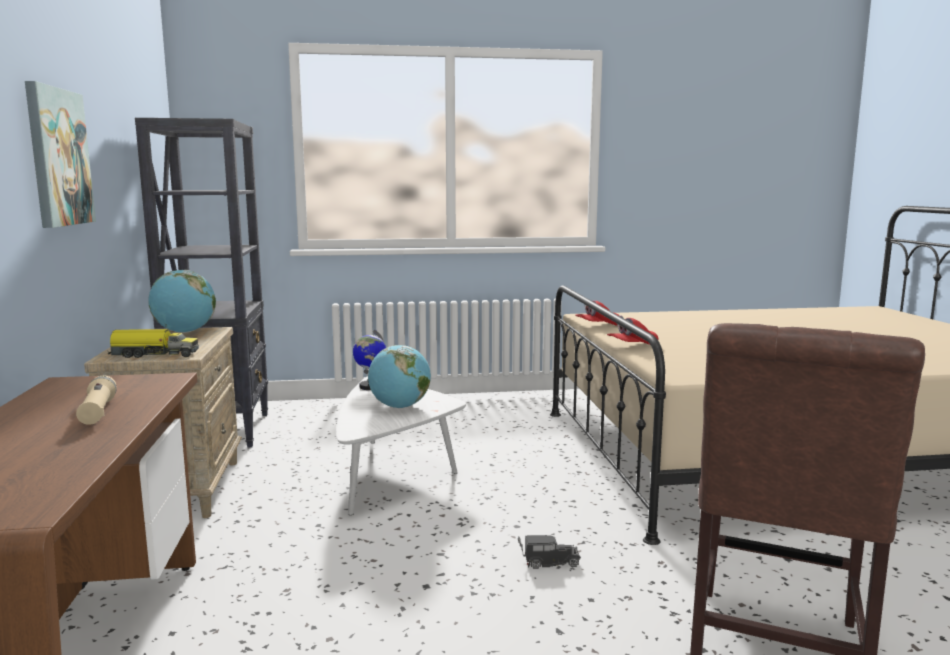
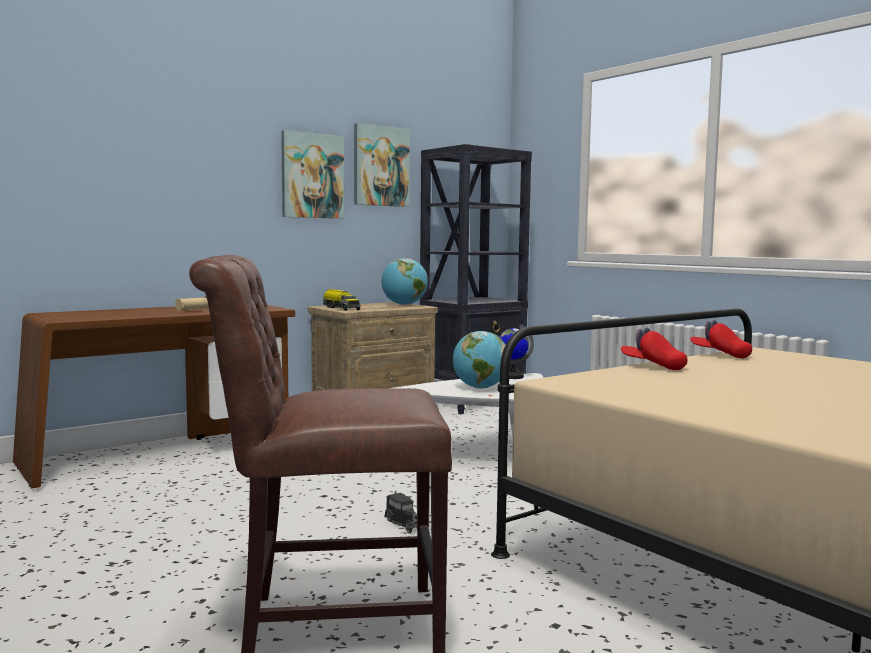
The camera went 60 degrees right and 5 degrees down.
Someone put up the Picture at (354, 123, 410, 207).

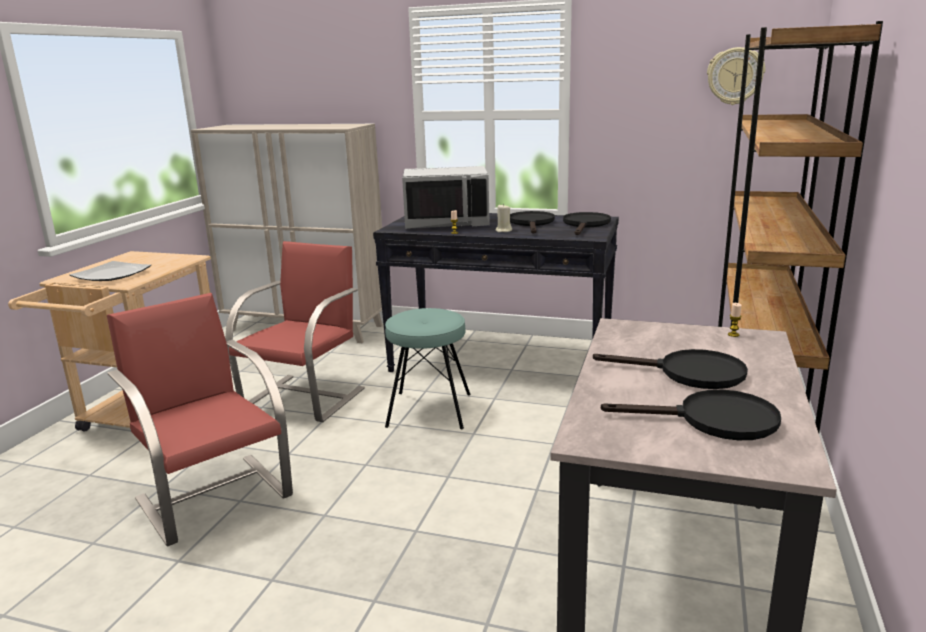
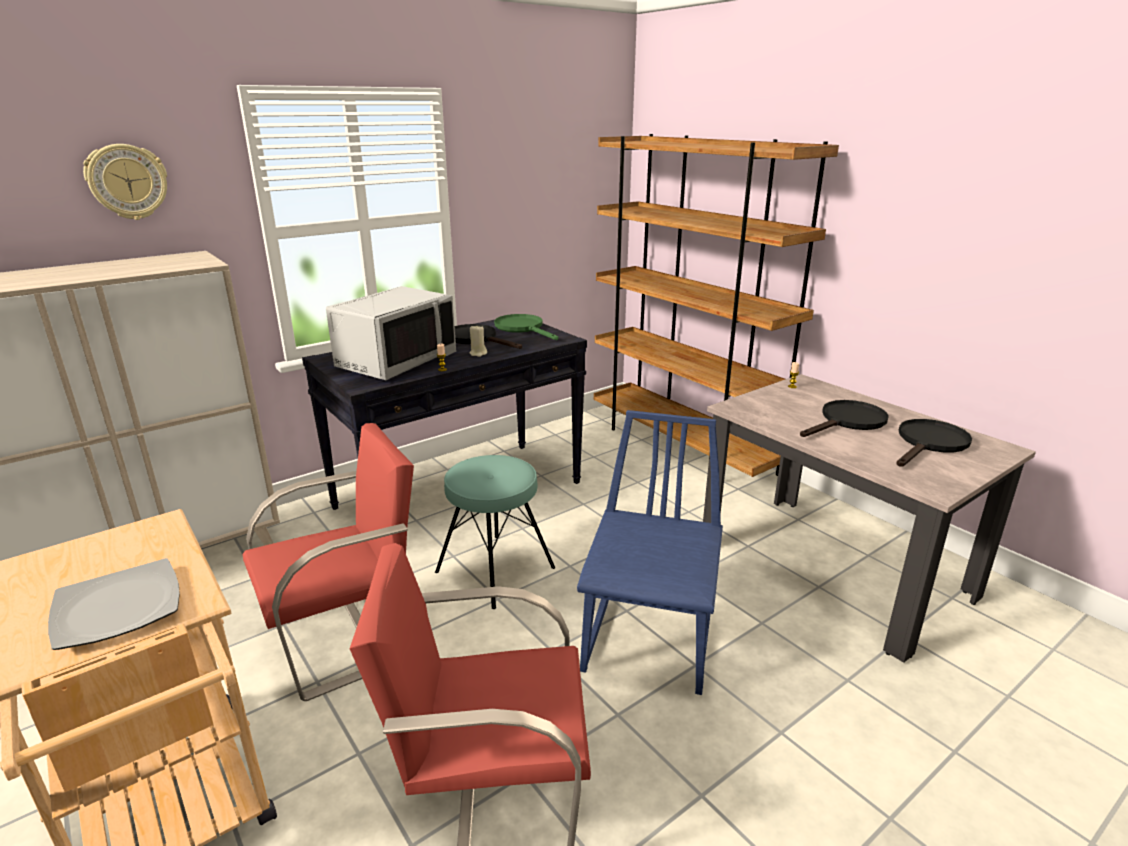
The camera went 55 degrees left and 5 degrees up.
Someone carried the WallClock from (707, 47, 765, 105) to (83, 144, 167, 220).
Someone repainted the BlackFryingPan at (563, 212, 611, 235), which became the GreenFryingPan at (494, 314, 559, 340).
Someone rotated the RedChair at (225, 241, 365, 422) by 90 degrees clockwise.
Someone put down the BlueChair at (577, 410, 723, 695).

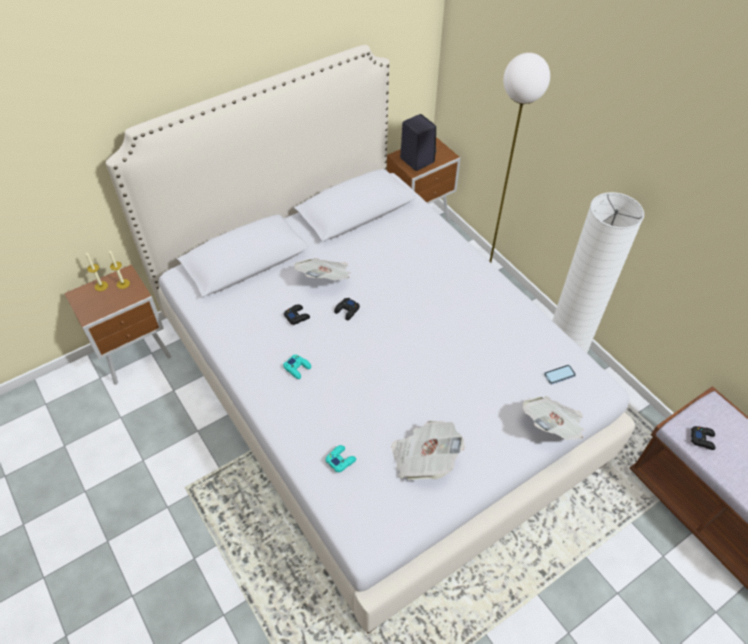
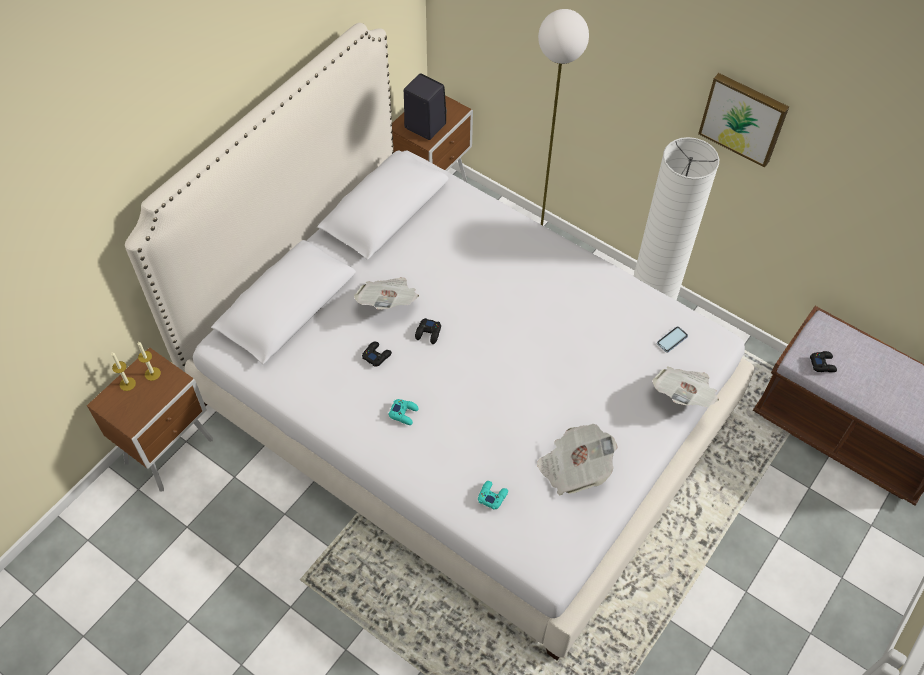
The camera went 20 degrees left and 5 degrees up.
Someone put up the Picture at (698, 73, 789, 167).

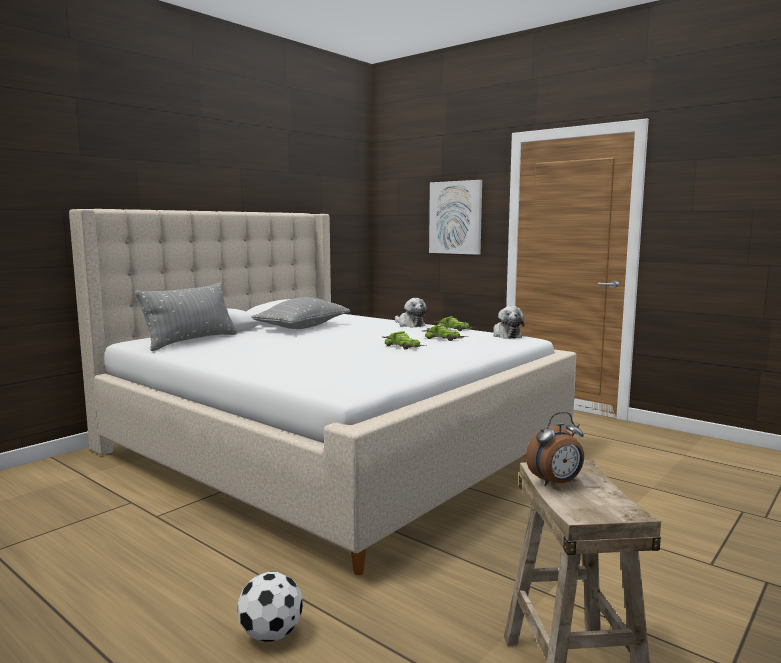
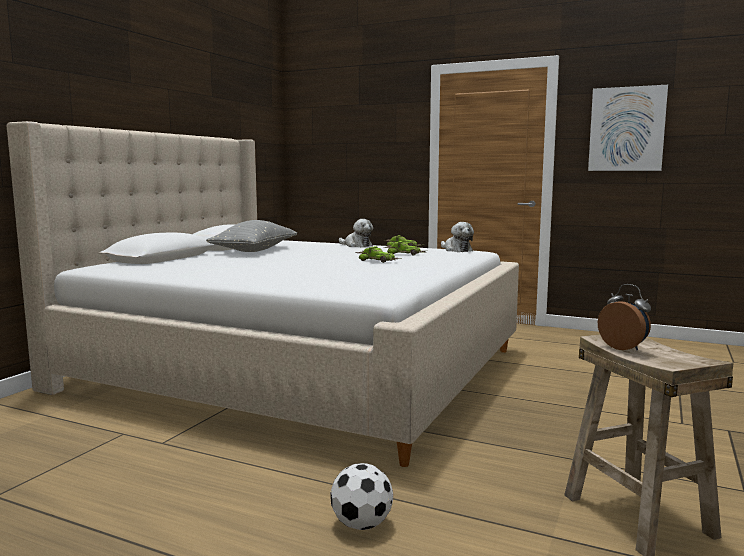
The camera went 15 degrees left and 0 degrees up.
Someone carried the Picture from (429, 180, 482, 255) to (588, 85, 668, 171).
Someone took away the GreyPillow at (135, 282, 237, 351).
Someone rotated the AlarmClock at (526, 412, 584, 486) by 90 degrees counterclockwise.

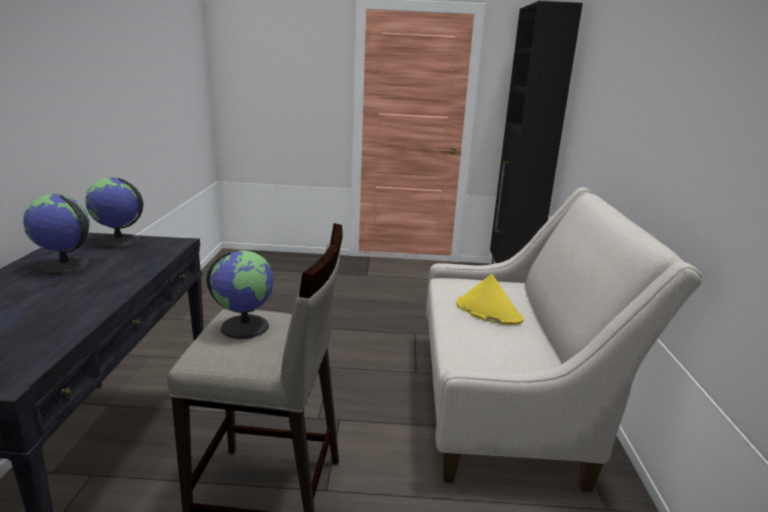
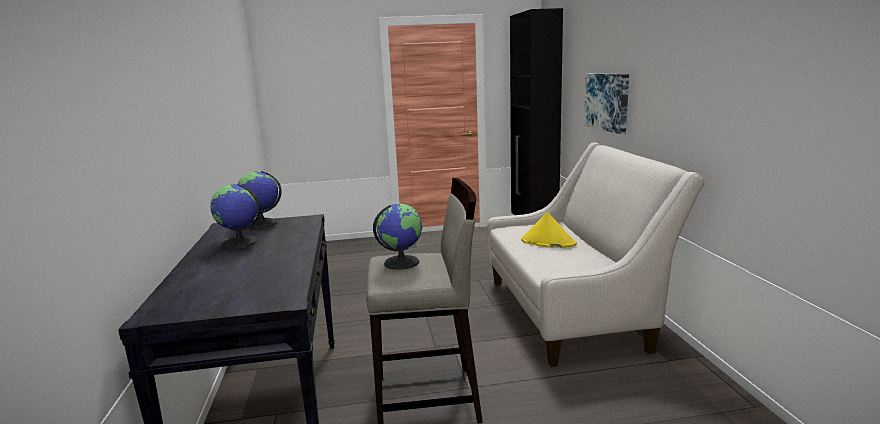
The camera went 10 degrees left and 5 degrees down.
Someone put up the Picture at (584, 73, 629, 134).

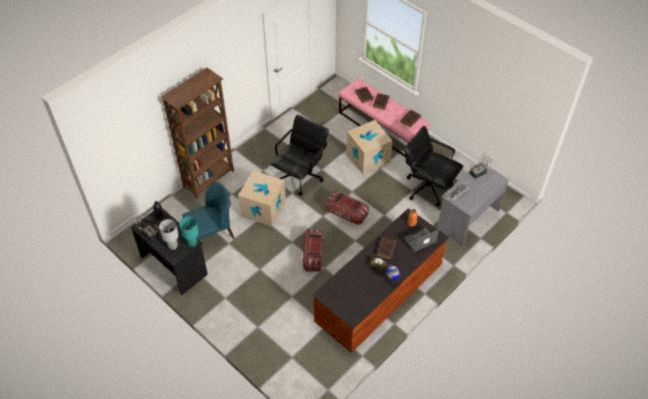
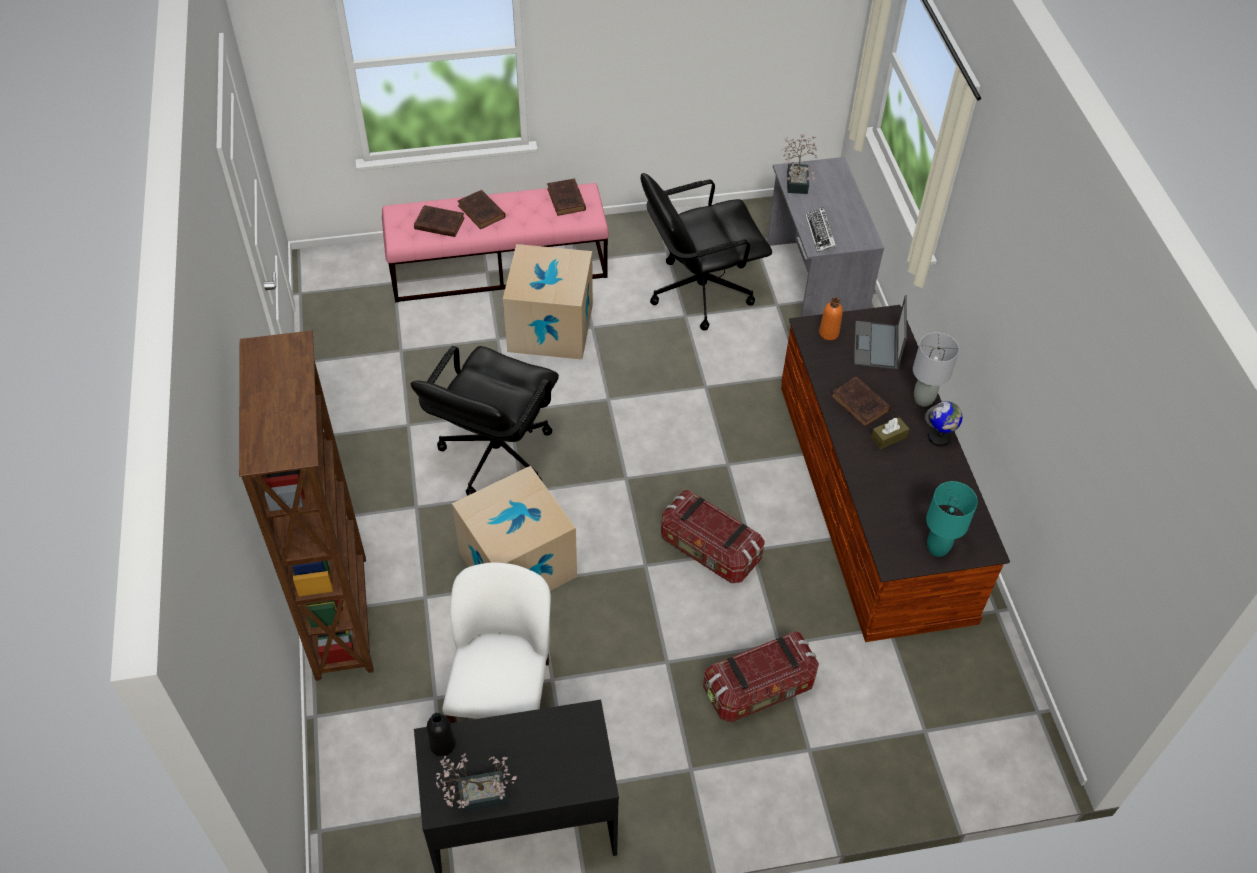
The camera went 55 degrees left and 0 degrees up.
Someone rotated the BlackOfficeChair at (271, 115, 329, 196) by 135 degrees counterclockwise.
Someone repainted the BlueChair at (182, 182, 235, 240), which became the WhiteChair at (442, 562, 551, 723).
Someone carried the StorageBox from (327, 191, 369, 225) to (703, 632, 819, 722).
Someone carried the TurquoiseTableLamp from (179, 216, 199, 247) to (926, 481, 978, 557).
Someone carried the GreyTableLamp from (159, 219, 179, 250) to (913, 332, 959, 407).

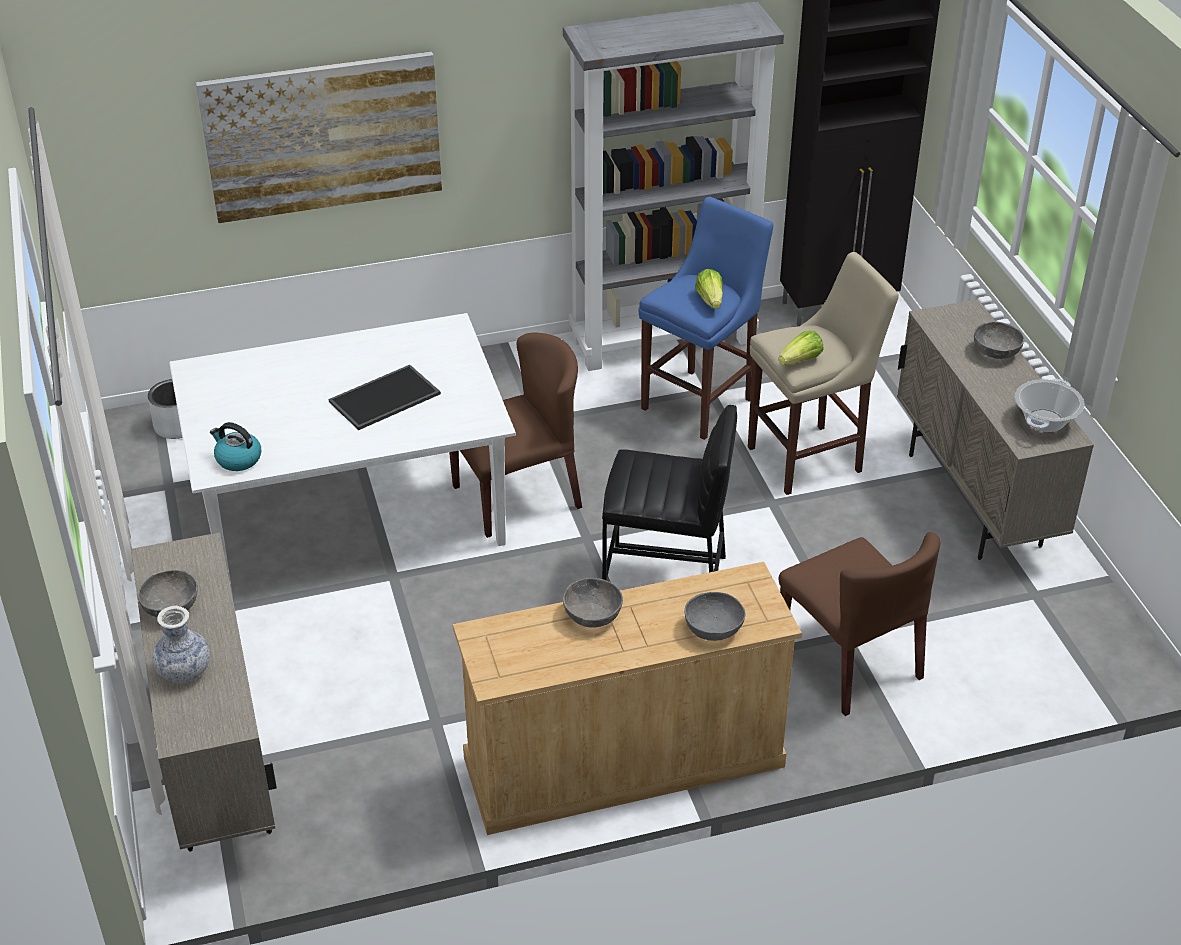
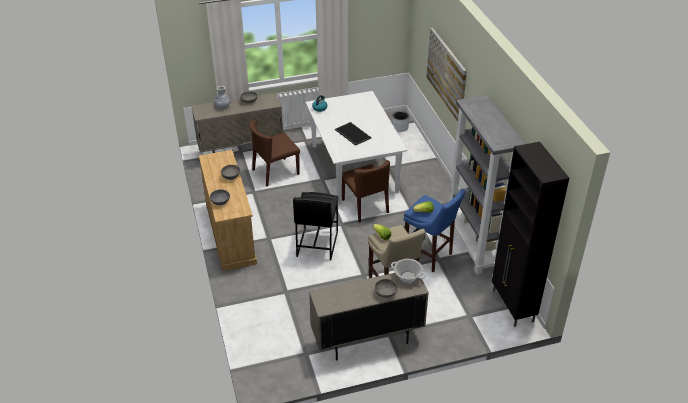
The camera went 90 degrees right and 0 degrees up.
Someone carried the CookingPot from (1015, 379, 1085, 432) to (391, 259, 426, 283).
Someone carried the BrownChair from (779, 532, 940, 716) to (249, 120, 300, 187).

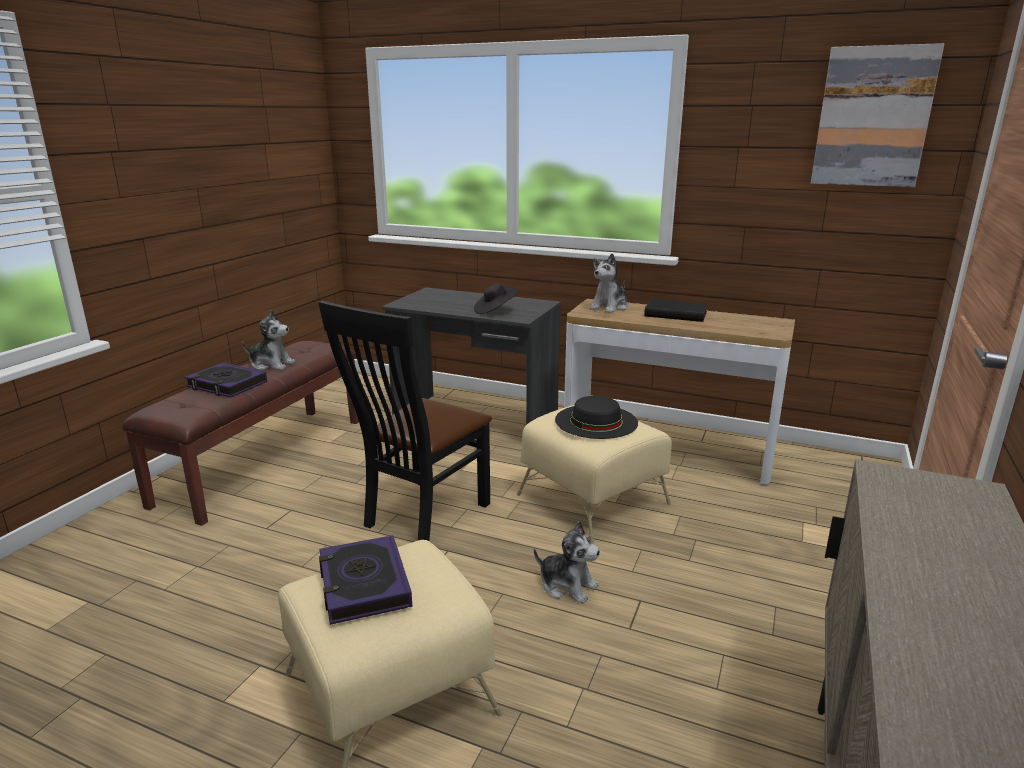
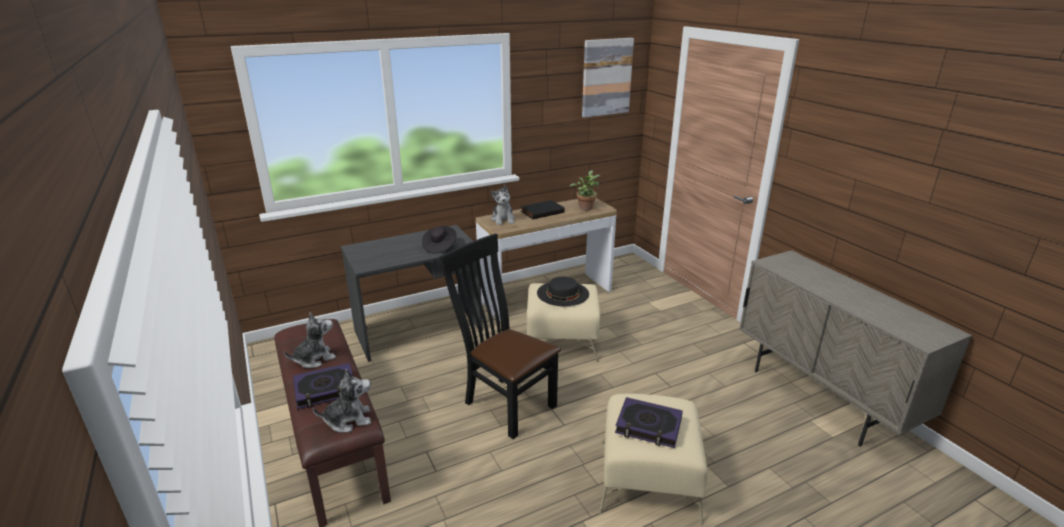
The camera went 50 degrees left and 5 degrees up.
Someone rotated the BlackChair at (318, 301, 492, 541) by 150 degrees clockwise.
Someone carried the PlushToy from (534, 521, 600, 604) to (313, 369, 371, 432).
Someone put down the PottedPlant at (570, 170, 600, 211).

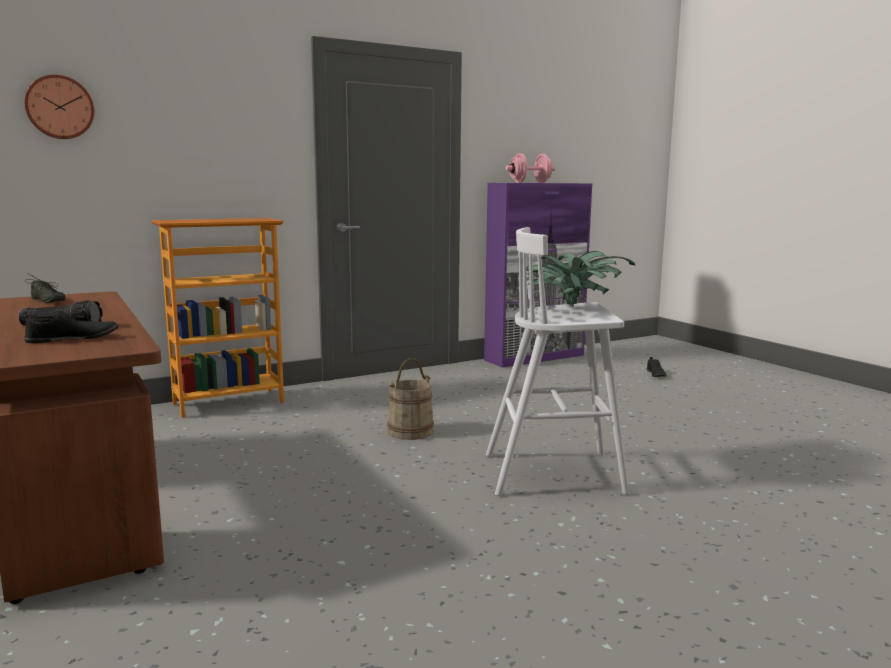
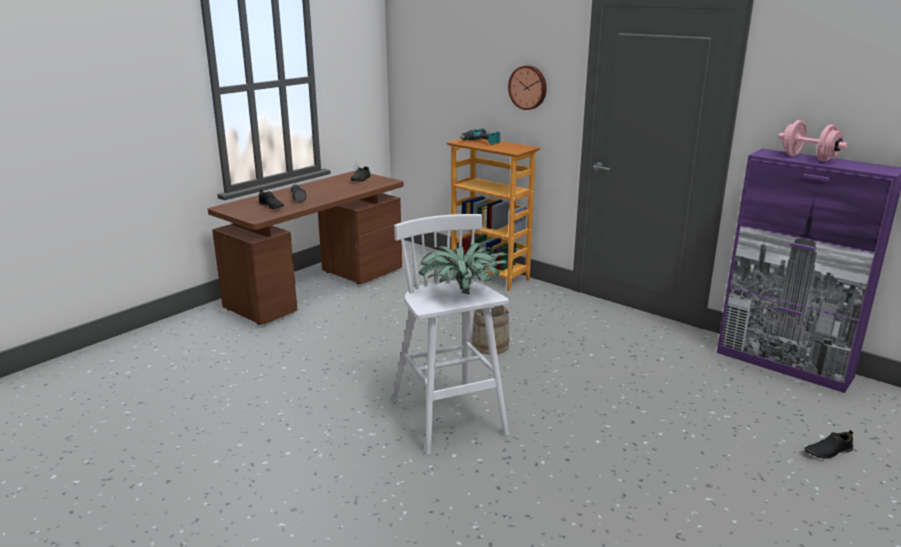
The camera went 70 degrees right and 10 degrees up.
Someone carried the WallClock from (25, 75, 94, 139) to (508, 65, 547, 110).
Someone put down the PowerDrill at (460, 128, 500, 145).

